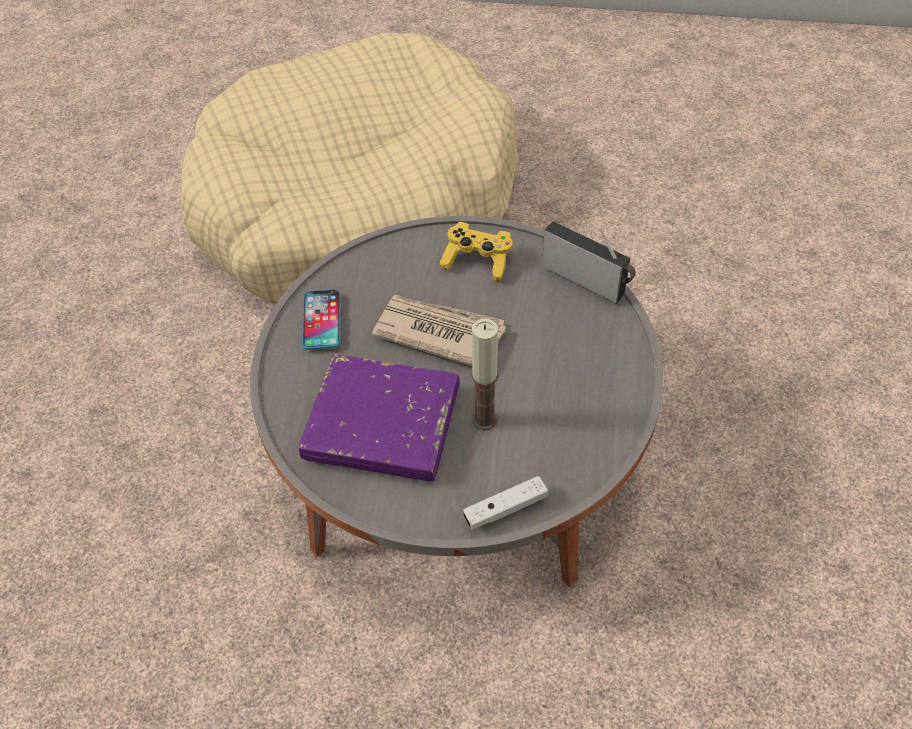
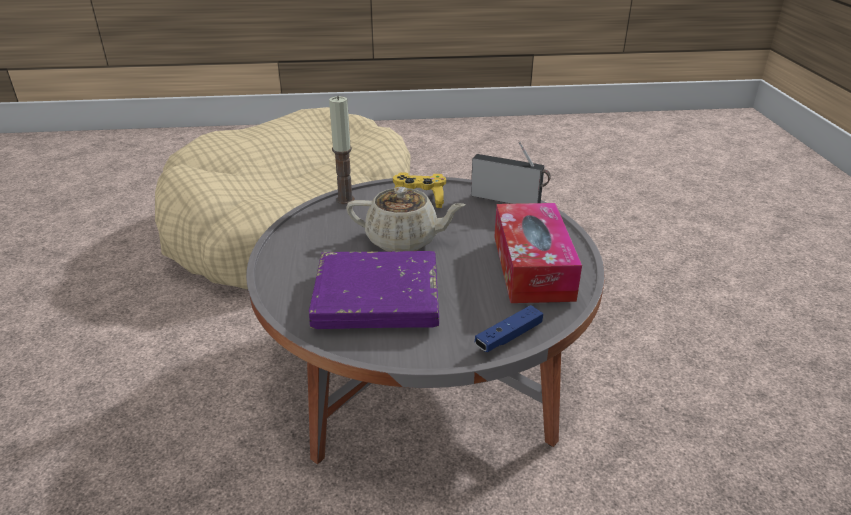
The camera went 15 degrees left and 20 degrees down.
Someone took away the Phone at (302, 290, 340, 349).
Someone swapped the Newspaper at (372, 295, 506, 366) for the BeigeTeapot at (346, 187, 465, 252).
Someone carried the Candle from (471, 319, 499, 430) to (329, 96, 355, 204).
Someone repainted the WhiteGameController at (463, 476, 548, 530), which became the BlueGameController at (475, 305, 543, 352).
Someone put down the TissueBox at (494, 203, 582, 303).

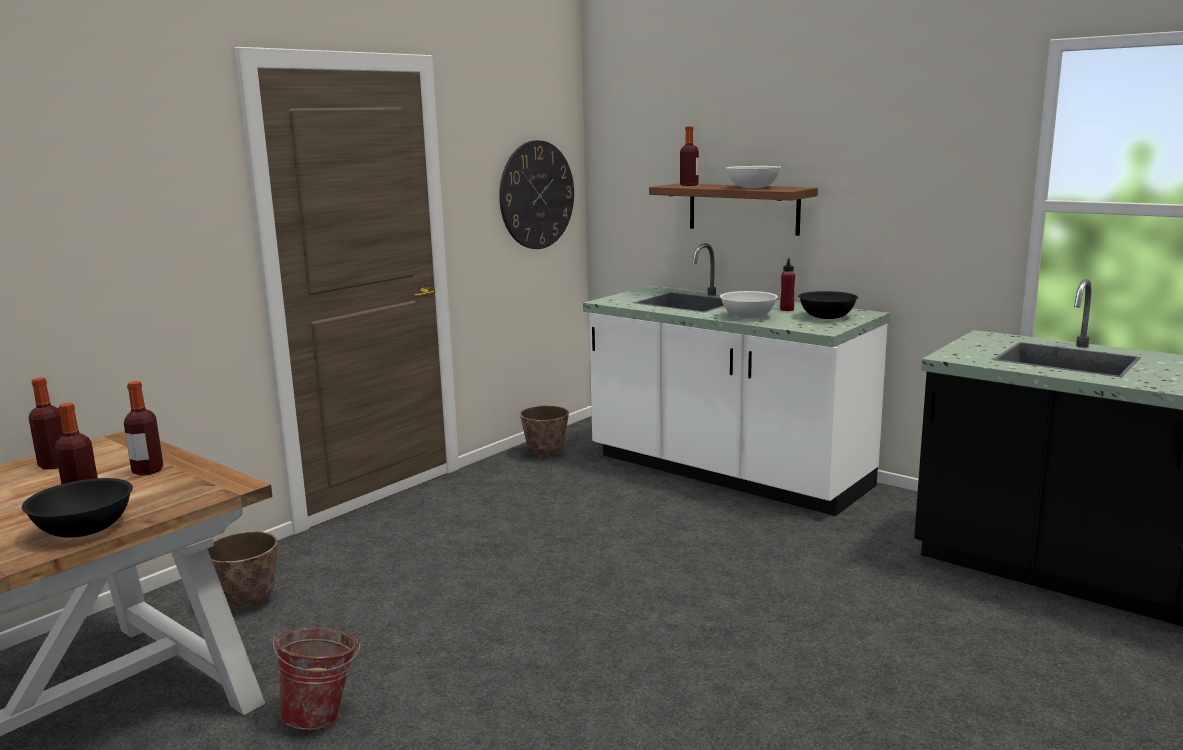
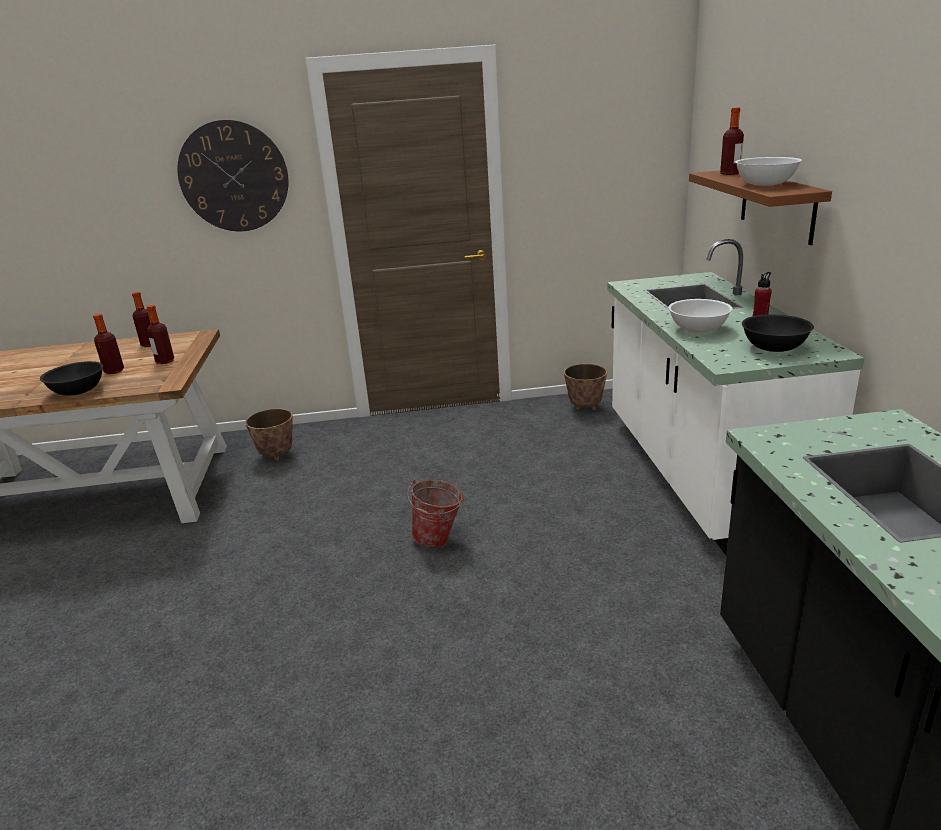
The camera went 45 degrees right and 10 degrees up.
Someone carried the WallClock from (499, 140, 574, 249) to (177, 120, 289, 231).
Someone carried the Bucket from (273, 627, 361, 730) to (407, 479, 464, 548).

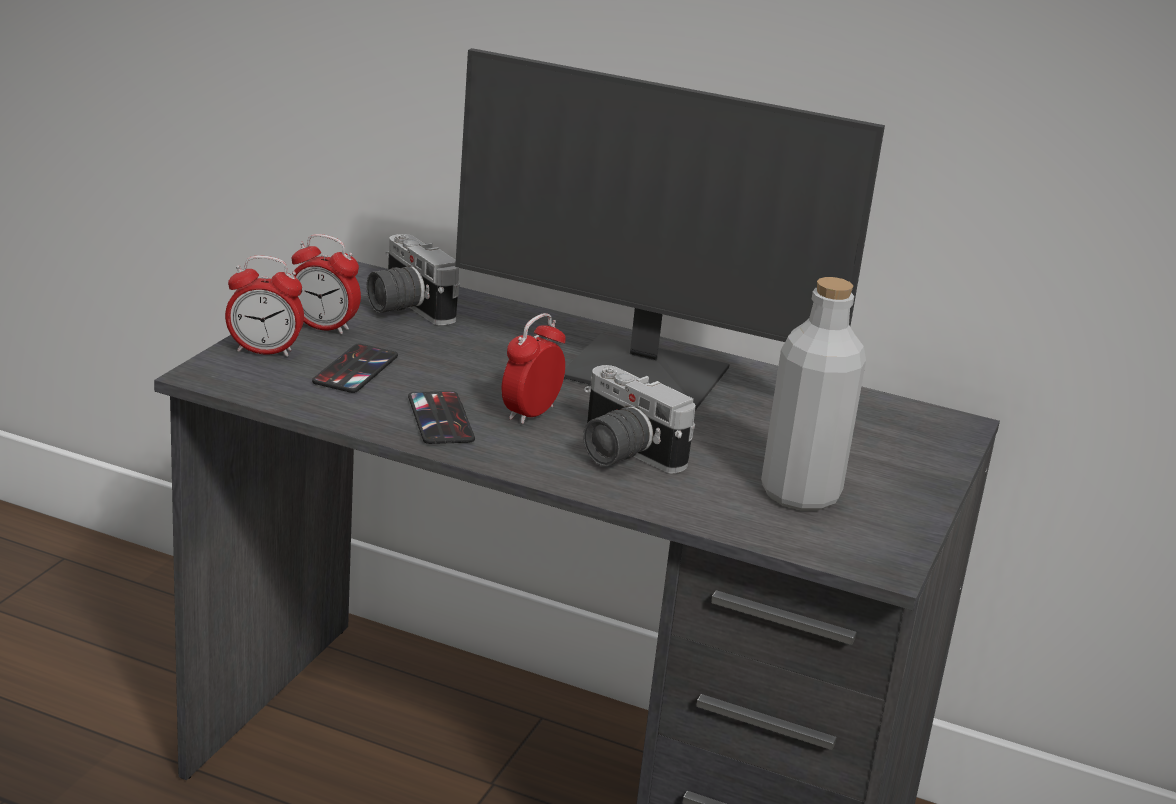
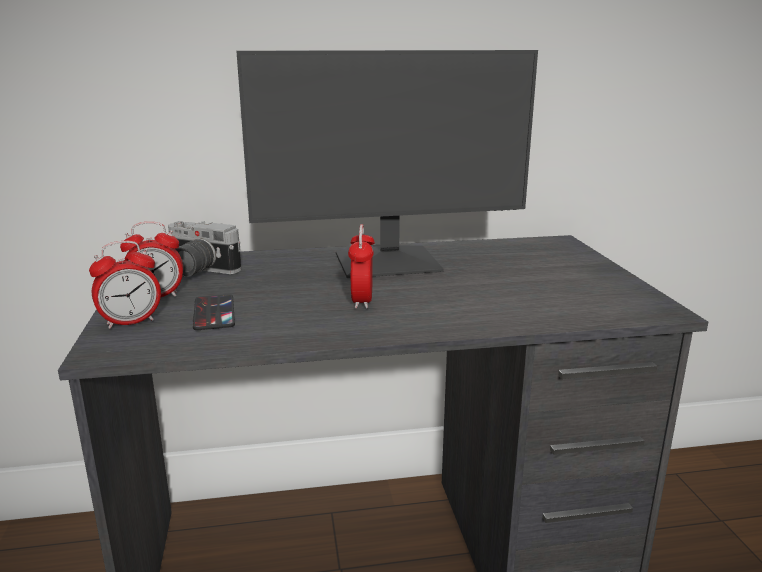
The camera went 30 degrees left and 5 degrees down.
Someone took away the GreyBottle at (761, 277, 866, 510).
Someone took away the PhotoCamera at (583, 365, 696, 473).
Someone took away the Phone at (408, 391, 475, 444).

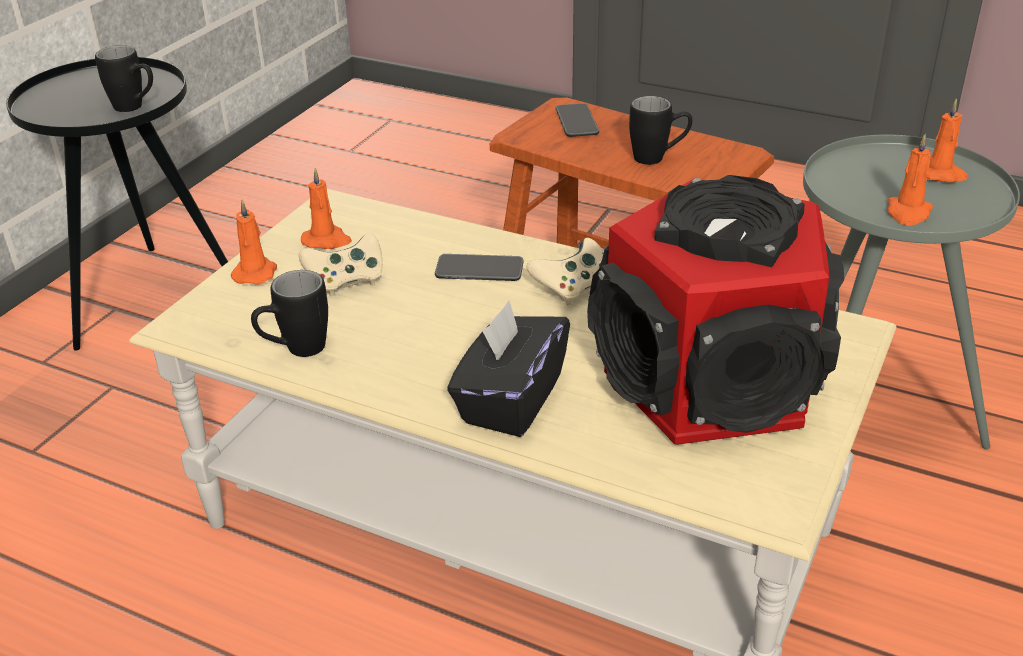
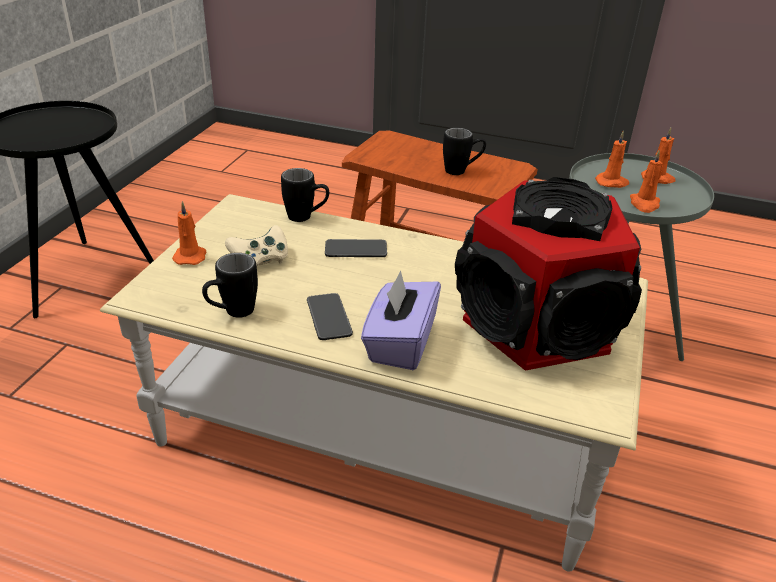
The camera went 10 degrees left and 0 degrees up.
Someone carried the BlackMug from (95, 45, 153, 112) to (281, 168, 329, 222).
Someone carried the Phone from (556, 103, 599, 137) to (307, 293, 353, 340).
Someone carried the OrangeCandle from (301, 168, 352, 249) to (595, 130, 629, 188).
Someone took away the BeigeGameController at (527, 238, 603, 305).
Someone repainted the BlackTissueBox at (447, 300, 570, 437), which became the PurpleTissueBox at (361, 270, 441, 370).

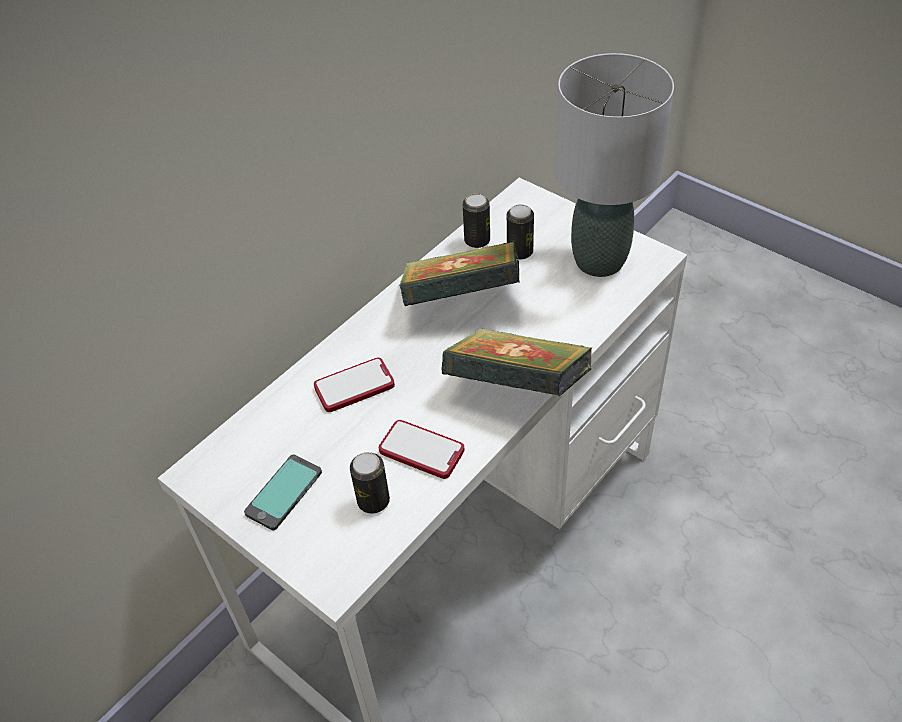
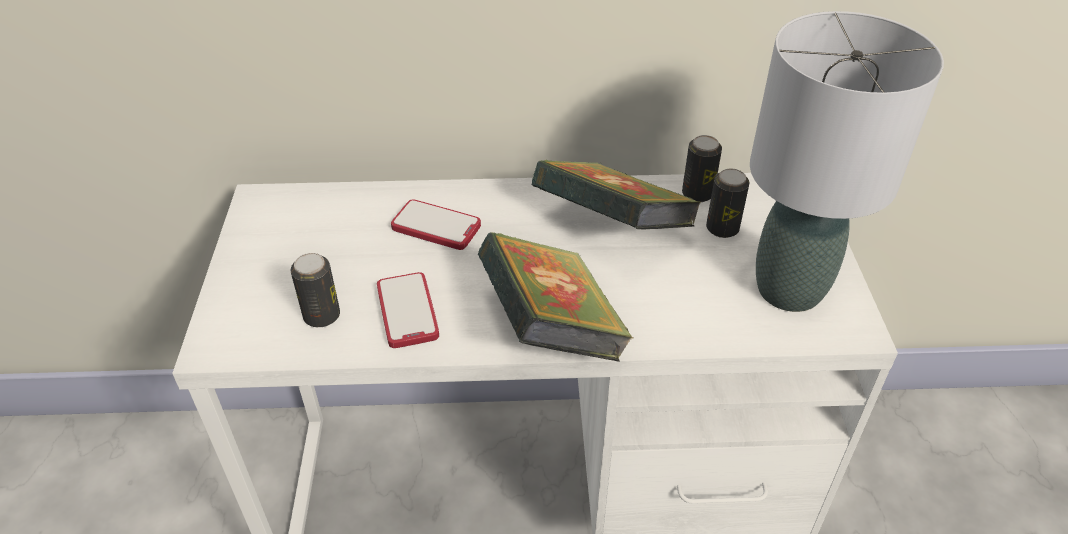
The camera went 45 degrees right and 5 degrees down.
Someone took away the Phone at (244, 454, 322, 530).

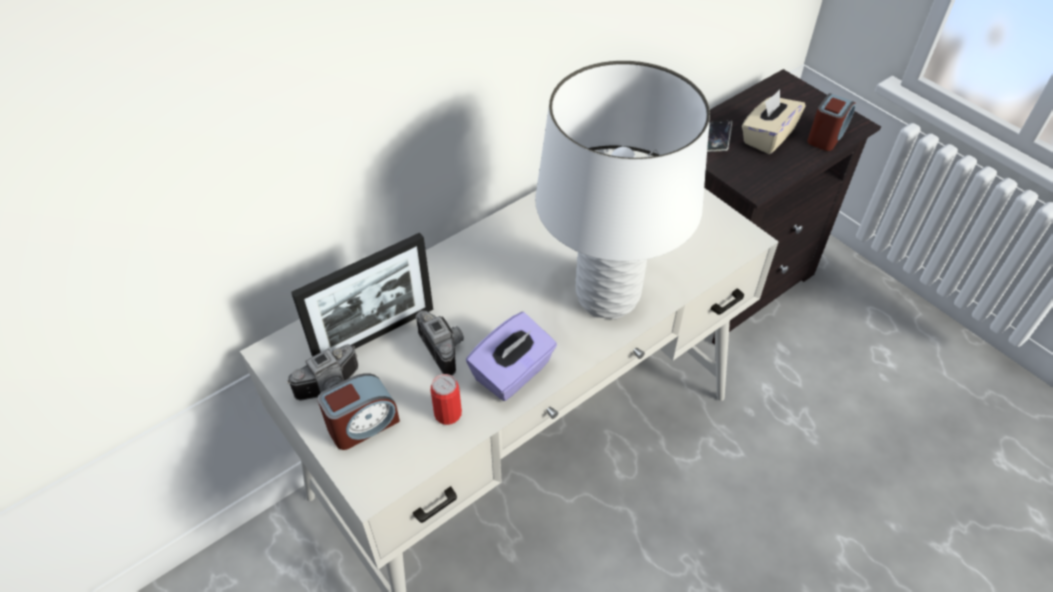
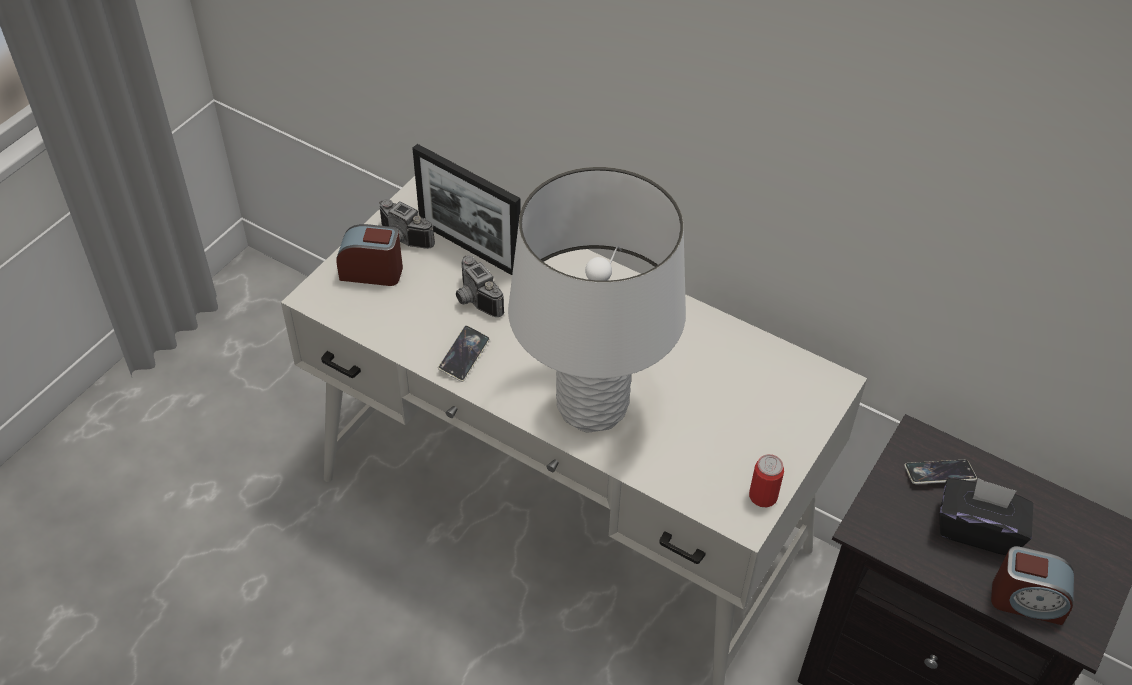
The camera went 70 degrees right and 0 degrees up.
Someone repainted the BeigeTissueBox at (742, 90, 805, 154), which became the BlackTissueBox at (940, 478, 1033, 555).
Someone rotated the PhotoCamera at (416, 310, 464, 376) by 105 degrees clockwise.
Someone swapped the PurpleTissueBox at (466, 312, 557, 401) for the Phone at (438, 325, 490, 382).
Someone rotated the AlarmClock at (318, 373, 400, 450) by 150 degrees clockwise.
Someone carried the Can from (431, 374, 462, 425) to (749, 454, 784, 507).

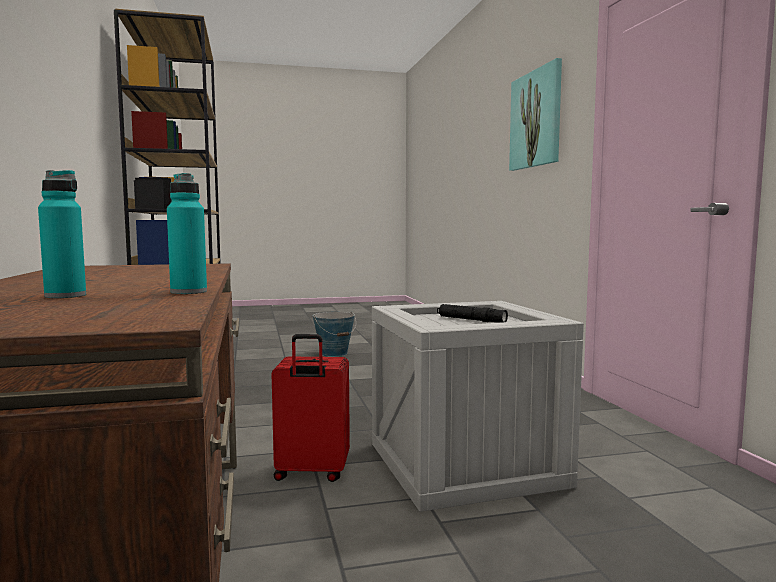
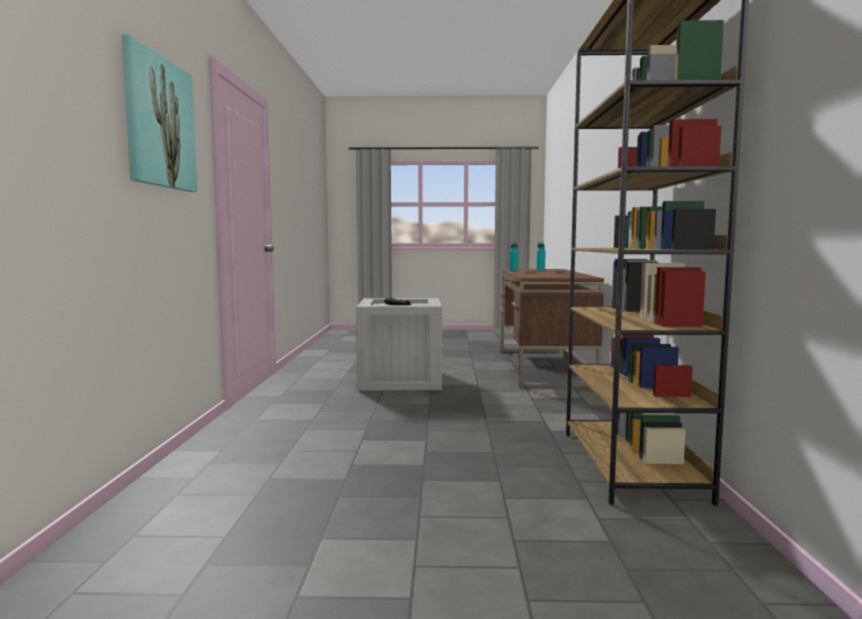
The camera went 165 degrees left and 0 degrees up.
Someone took away the Bucket at (312, 311, 356, 357).
Someone took away the RedSuitcase at (271, 334, 350, 482).

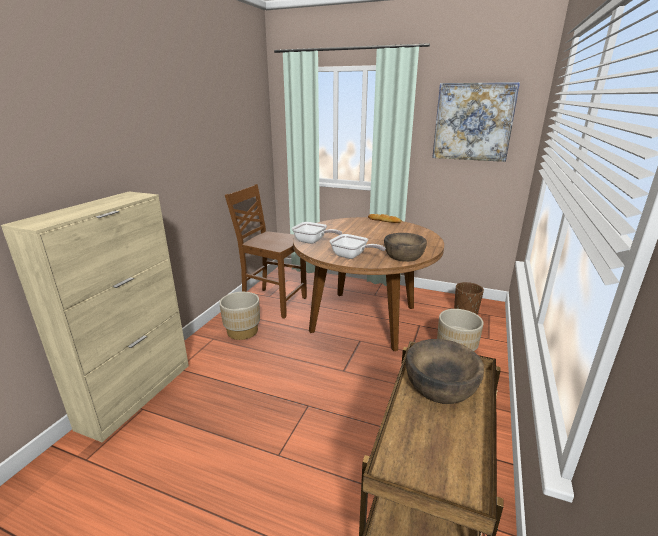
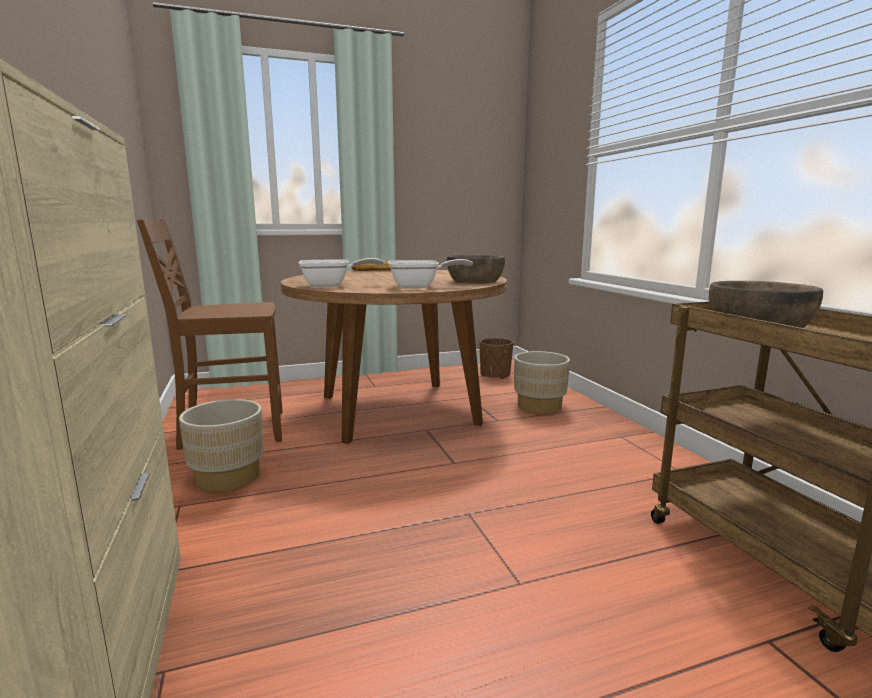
The camera went 40 degrees left and 10 degrees down.
Someone took away the Picture at (432, 82, 520, 162).

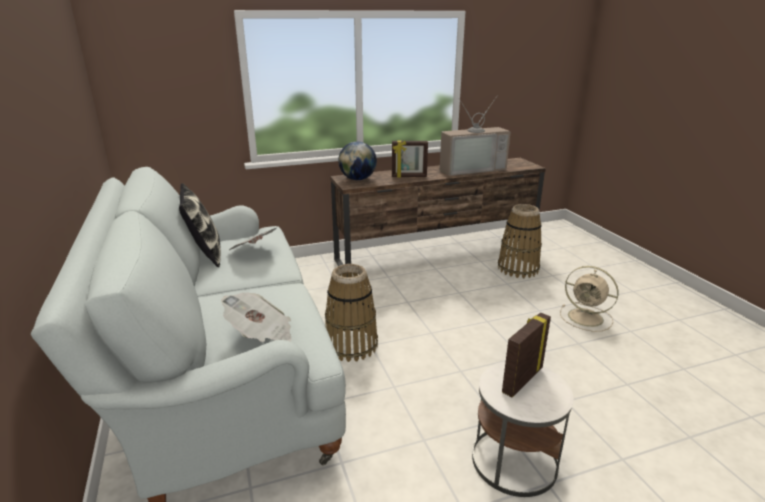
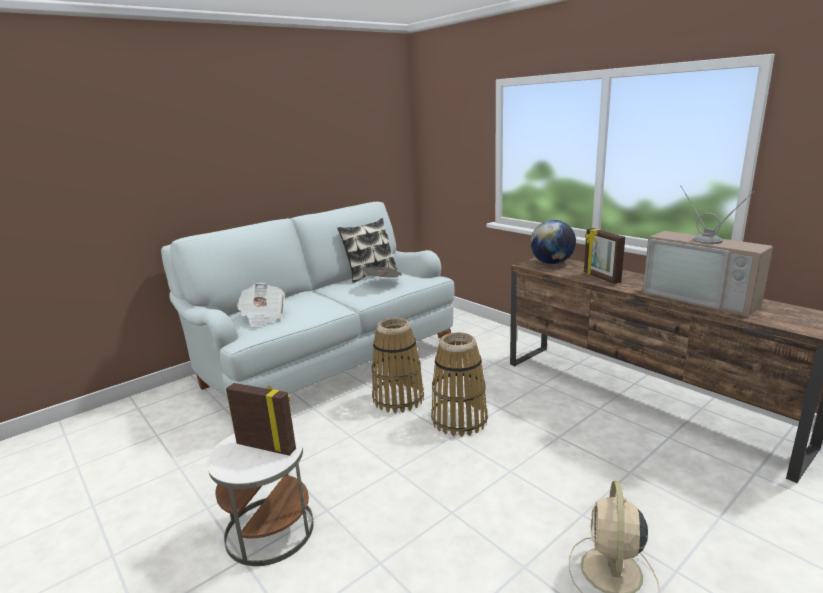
The camera went 70 degrees right and 5 degrees down.
Someone carried the Basket from (498, 204, 542, 278) to (431, 332, 488, 437).

